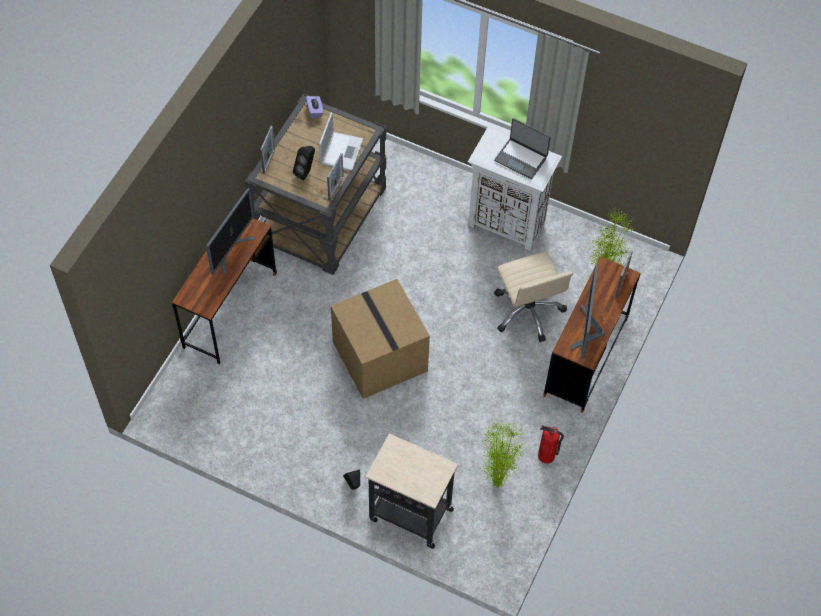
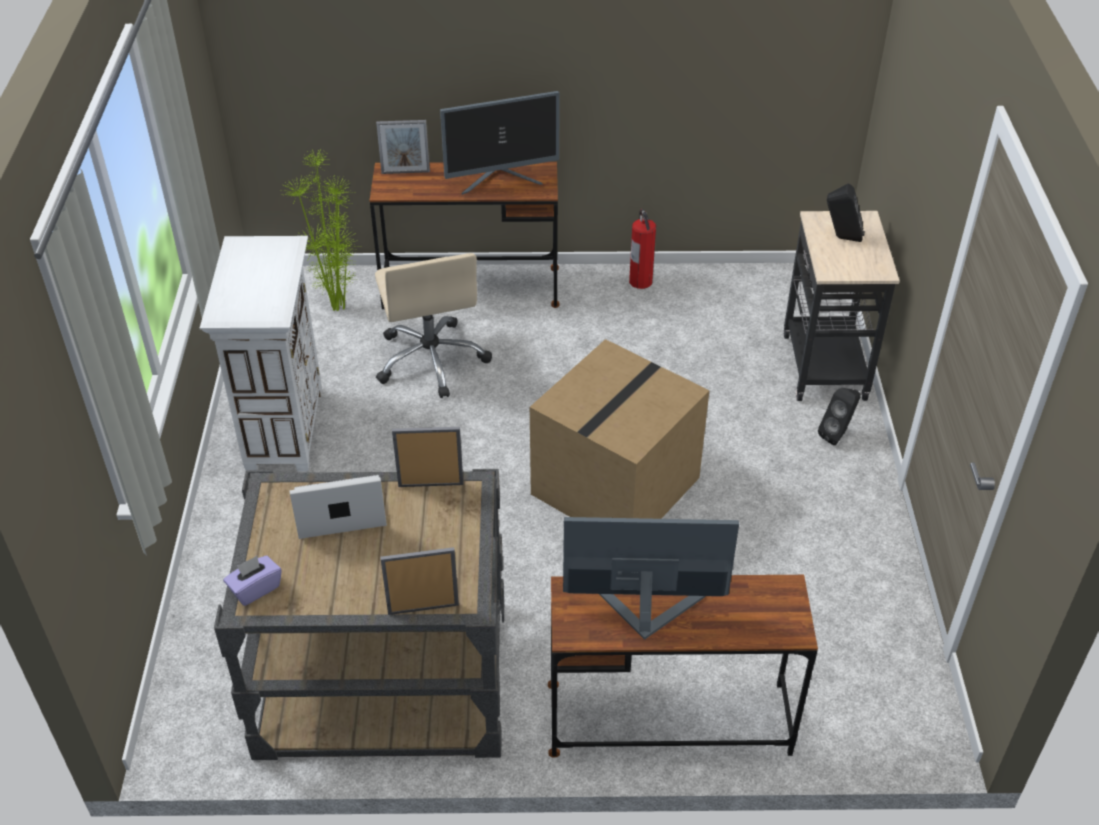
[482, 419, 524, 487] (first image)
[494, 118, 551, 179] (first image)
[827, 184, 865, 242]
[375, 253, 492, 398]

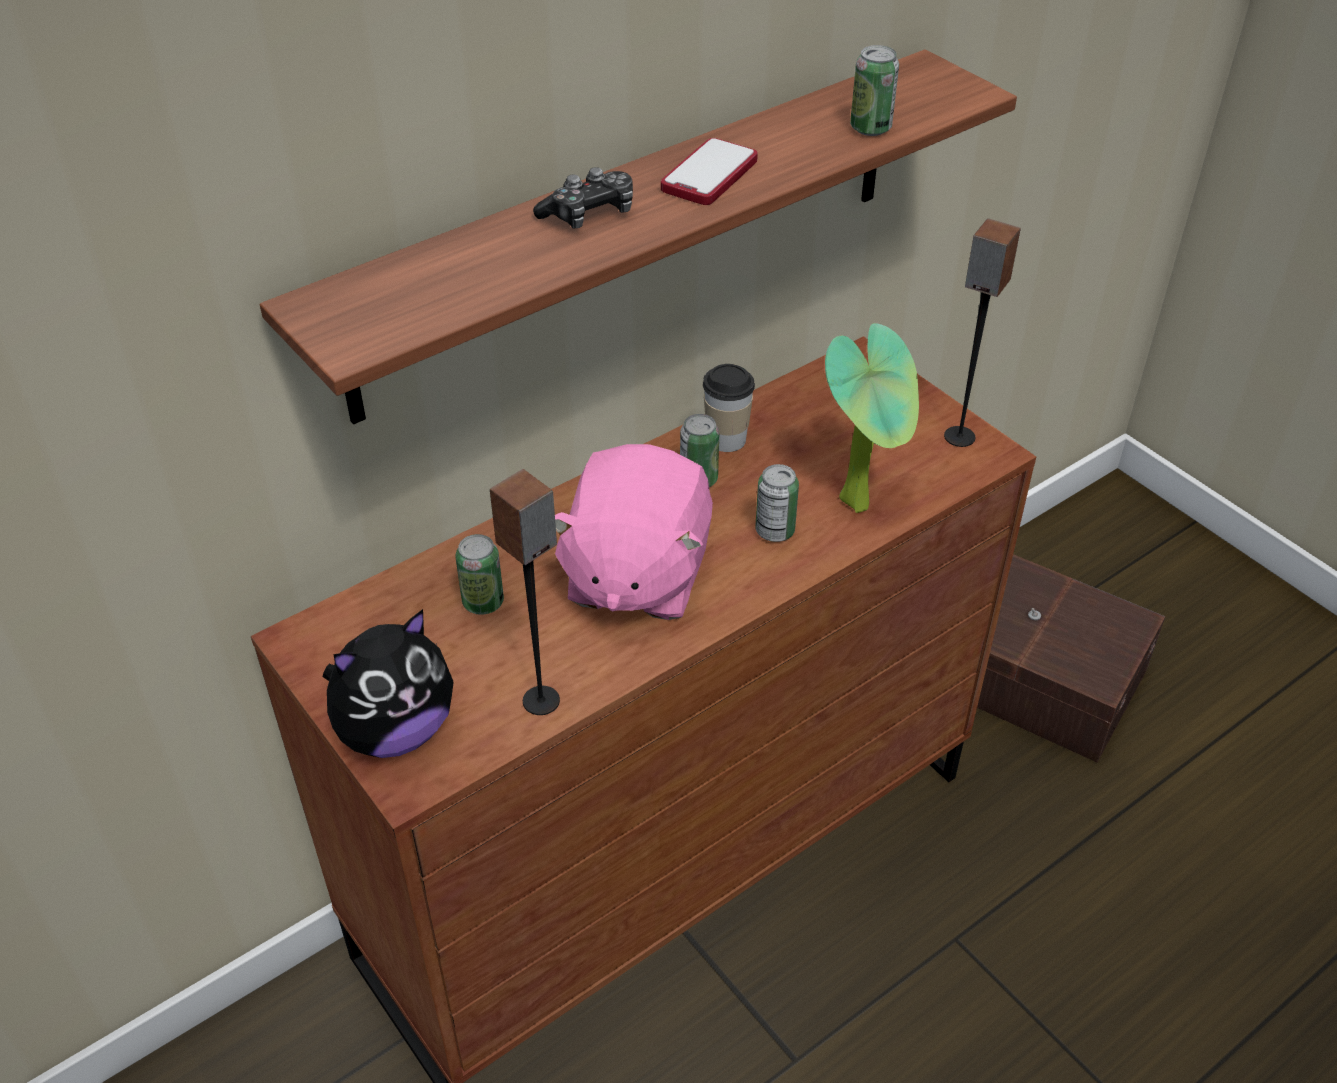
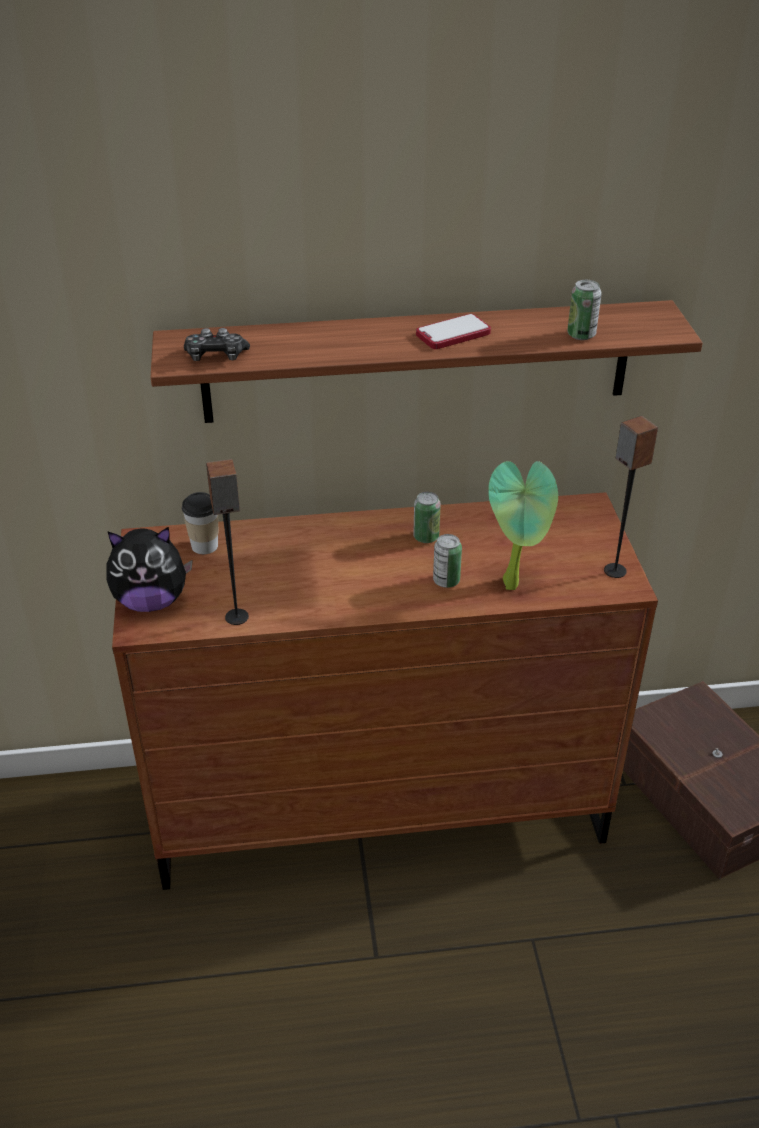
[456, 534, 504, 615] (first image)
[555, 444, 713, 620] (first image)
[184, 328, 250, 361]
[182, 492, 218, 554]

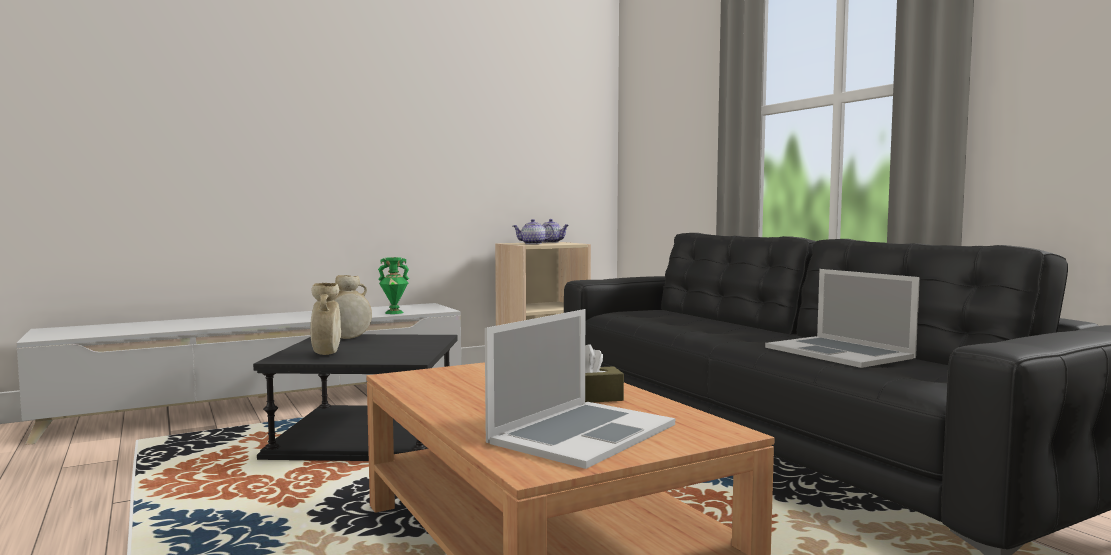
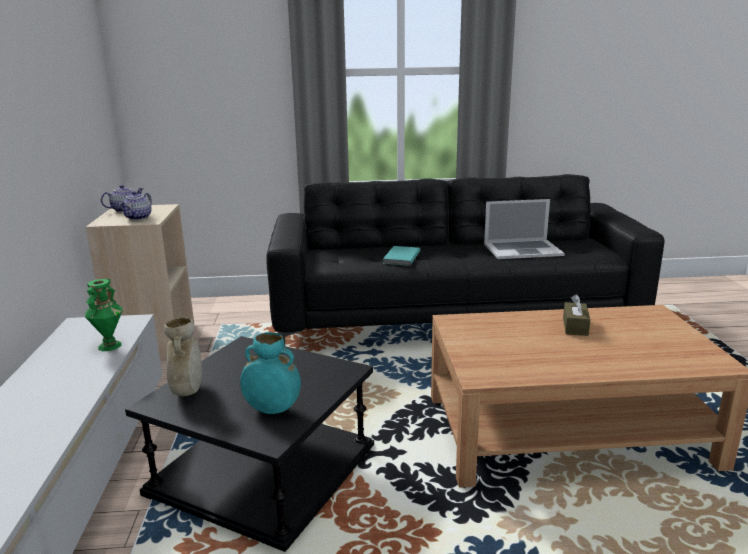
[485, 309, 675, 469] (first image)
[383, 246, 420, 266]
[240, 332, 301, 414]

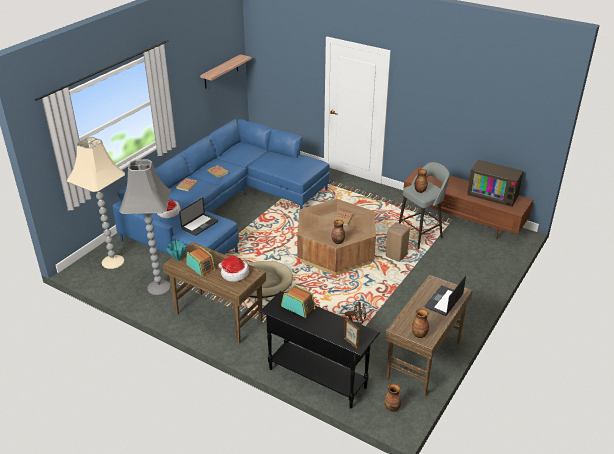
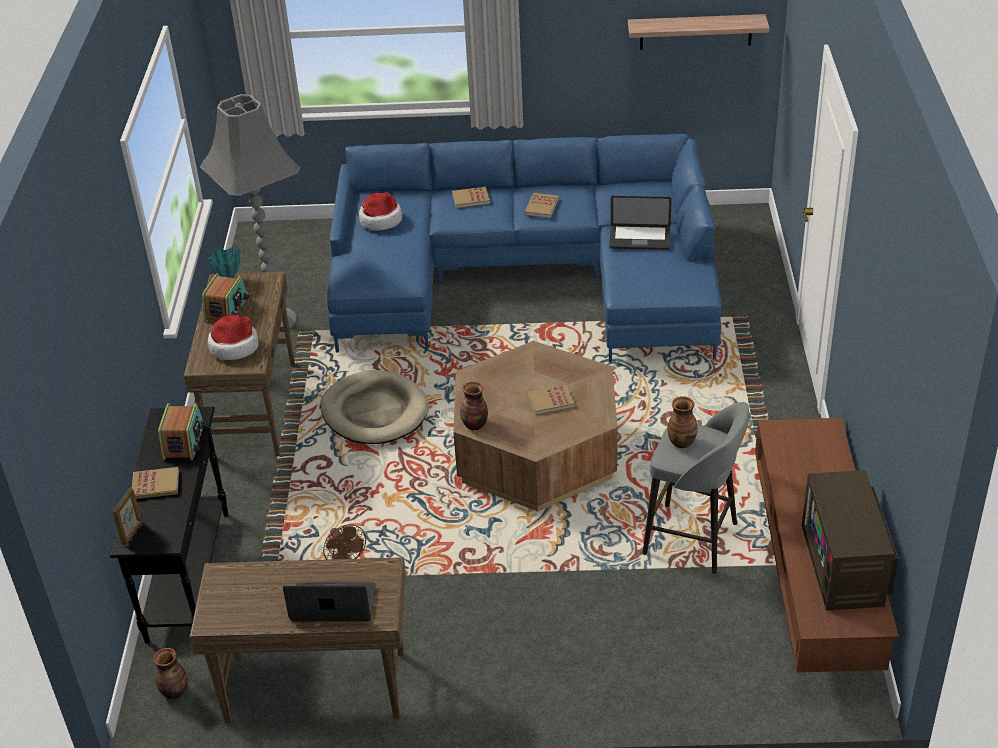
[67, 137, 125, 269] (first image)
[386, 222, 410, 262] (first image)
[412, 308, 429, 338] (first image)
[132, 467, 179, 499]
[609, 196, 672, 250]

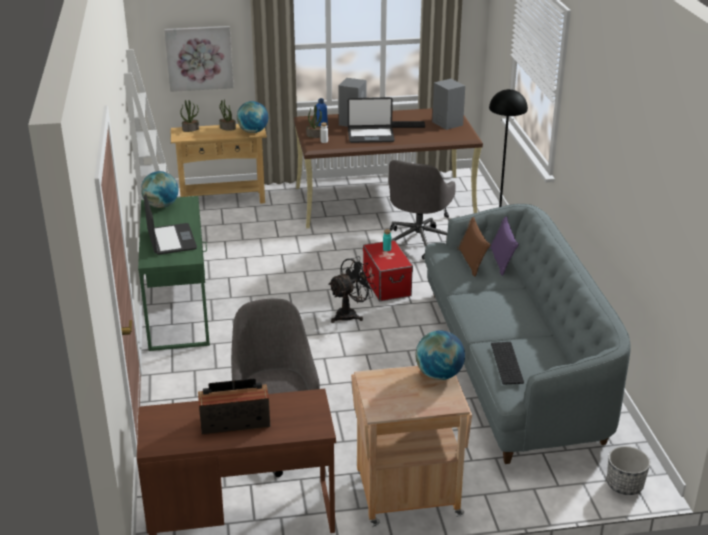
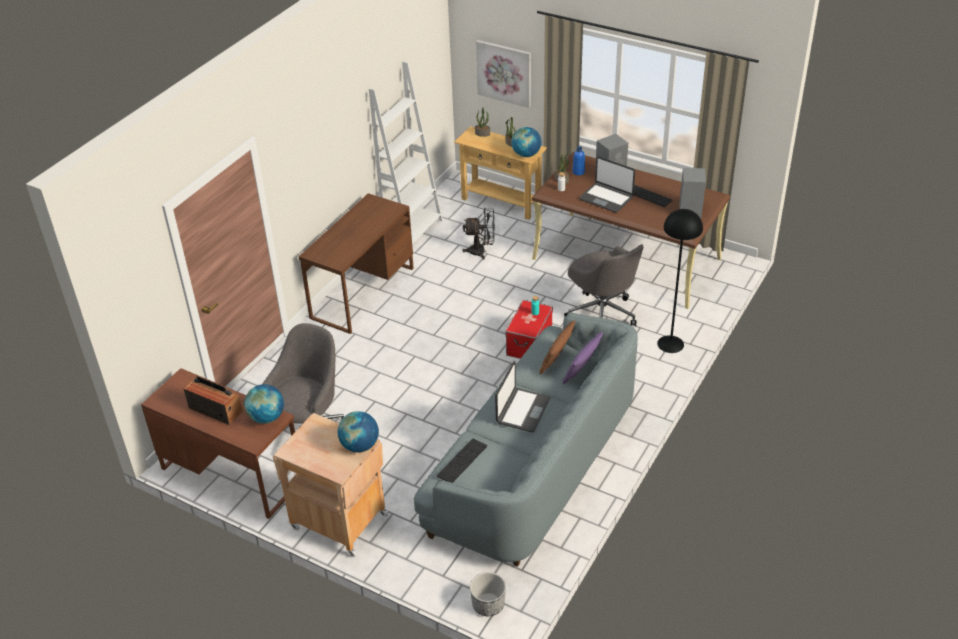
[244, 384, 284, 424]
[495, 361, 551, 432]
[462, 208, 494, 259]
[299, 193, 414, 334]
[564, 244, 643, 326]

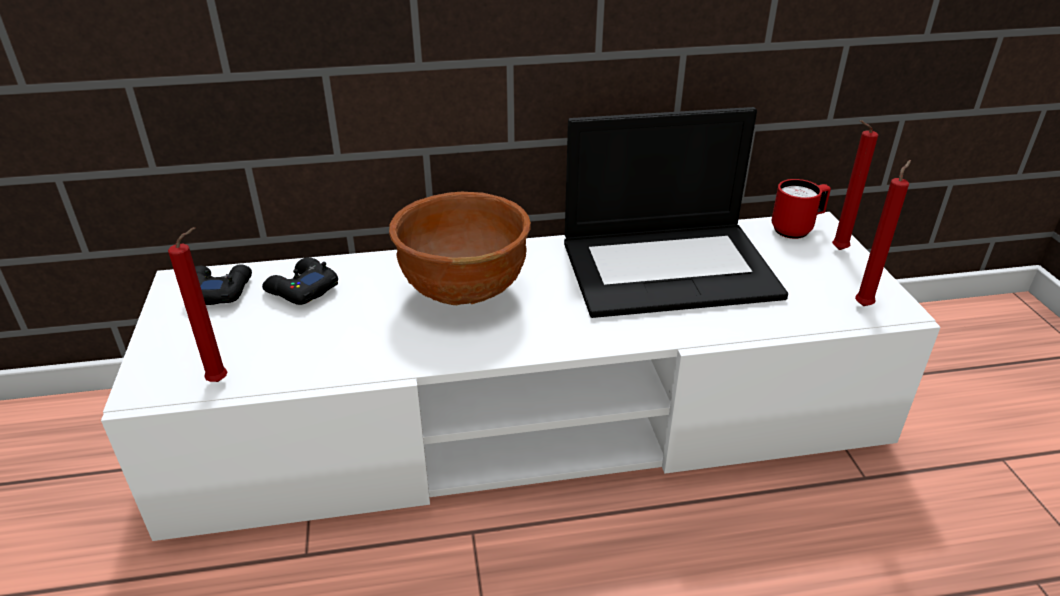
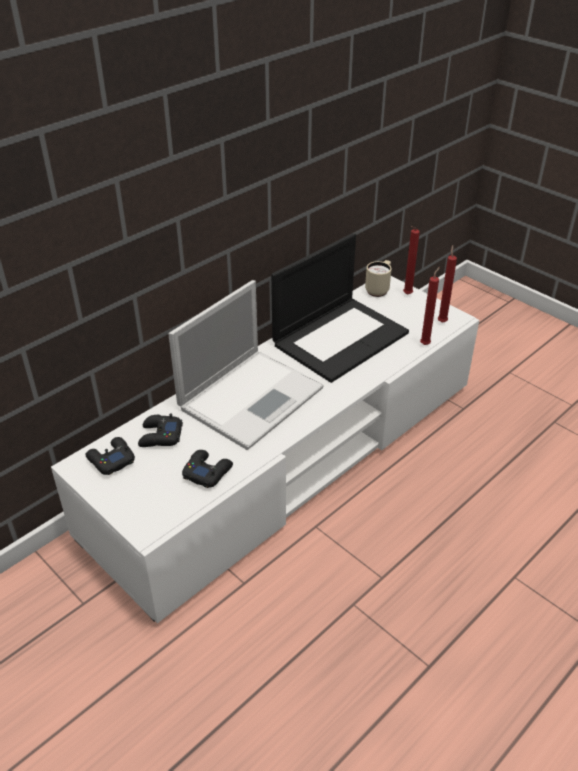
[182, 450, 233, 488]
[420, 267, 440, 345]
[168, 280, 324, 450]
[365, 260, 392, 297]

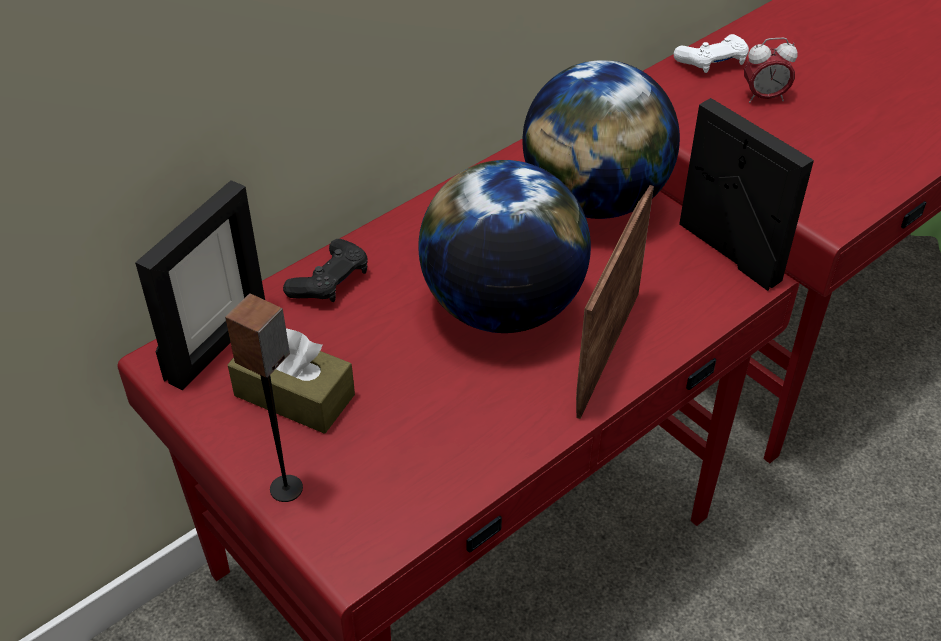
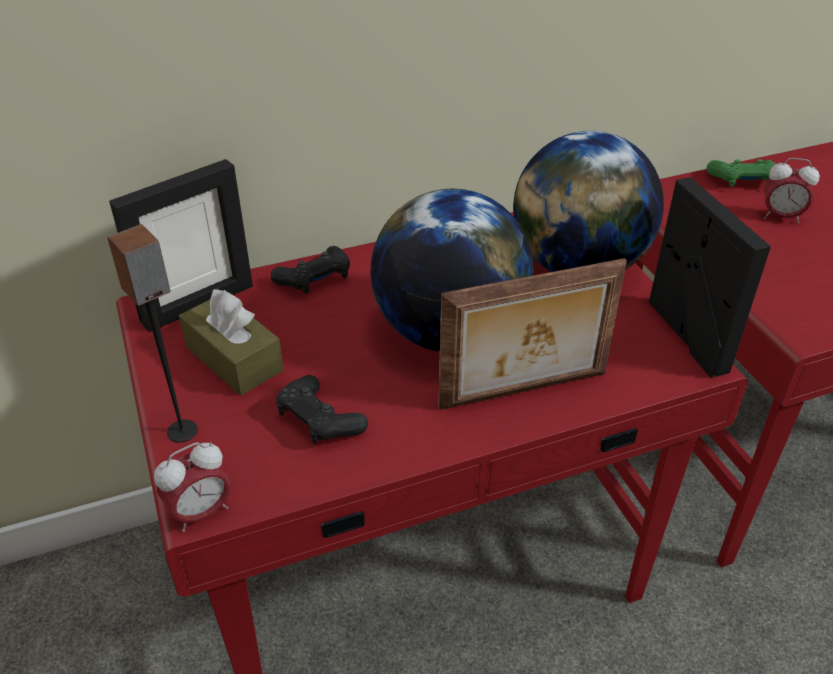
[154, 442, 231, 532]
[276, 375, 368, 444]
[707, 159, 776, 187]
[439, 258, 627, 410]

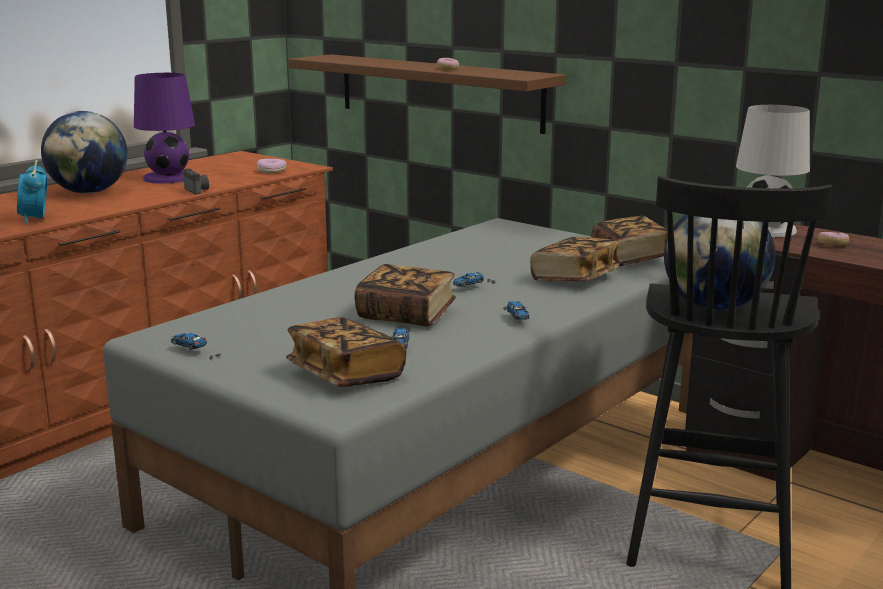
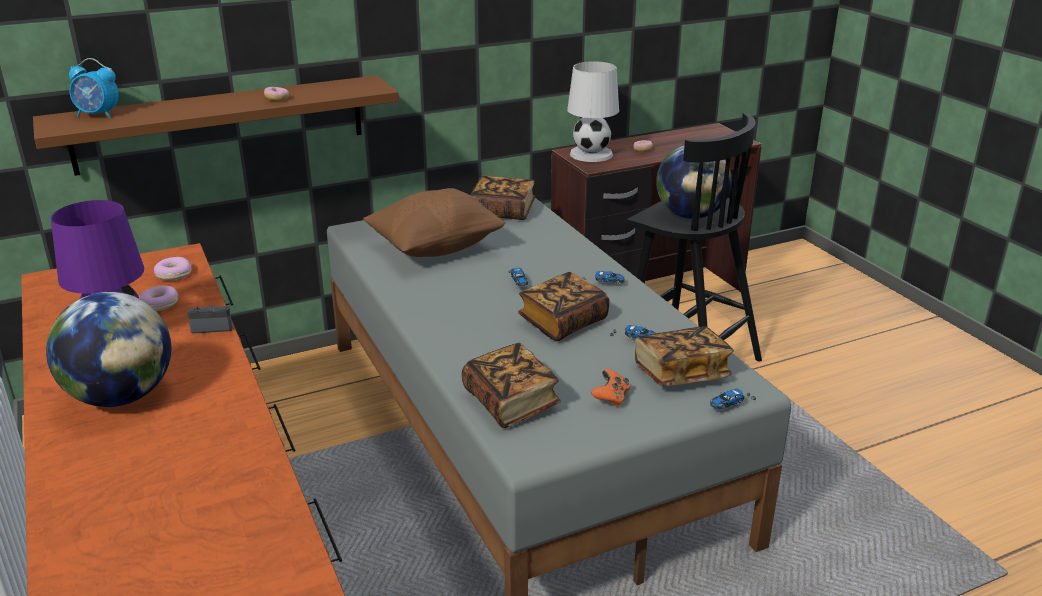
[139, 286, 178, 311]
[363, 188, 505, 257]
[591, 369, 630, 407]
[69, 58, 118, 118]
[710, 388, 756, 410]
[462, 343, 561, 428]

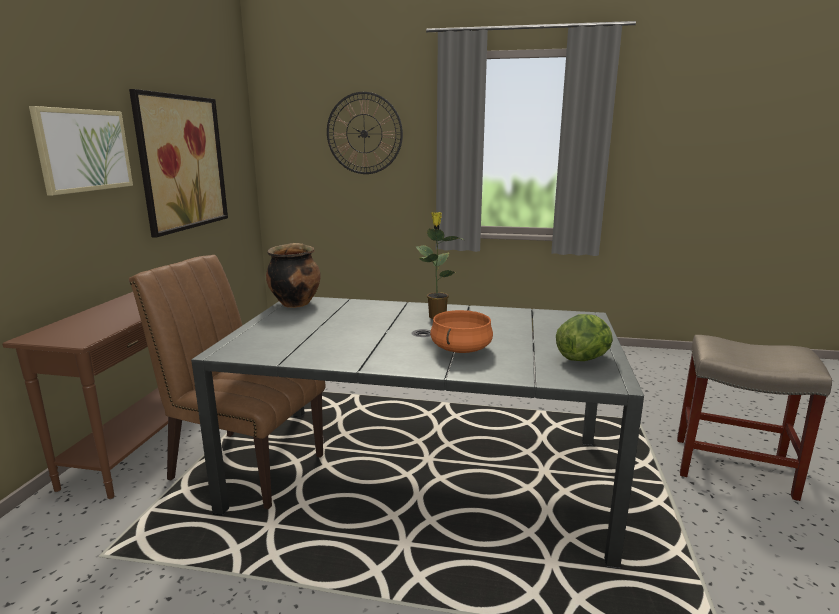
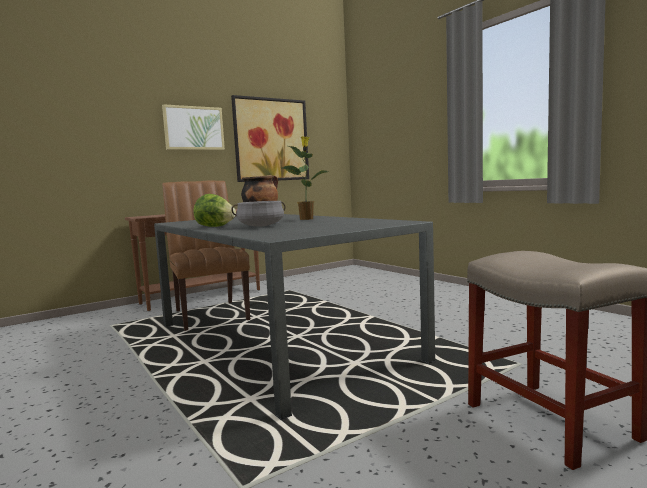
[327, 92, 403, 174] (first image)
[194, 194, 236, 227]
[231, 201, 286, 227]

